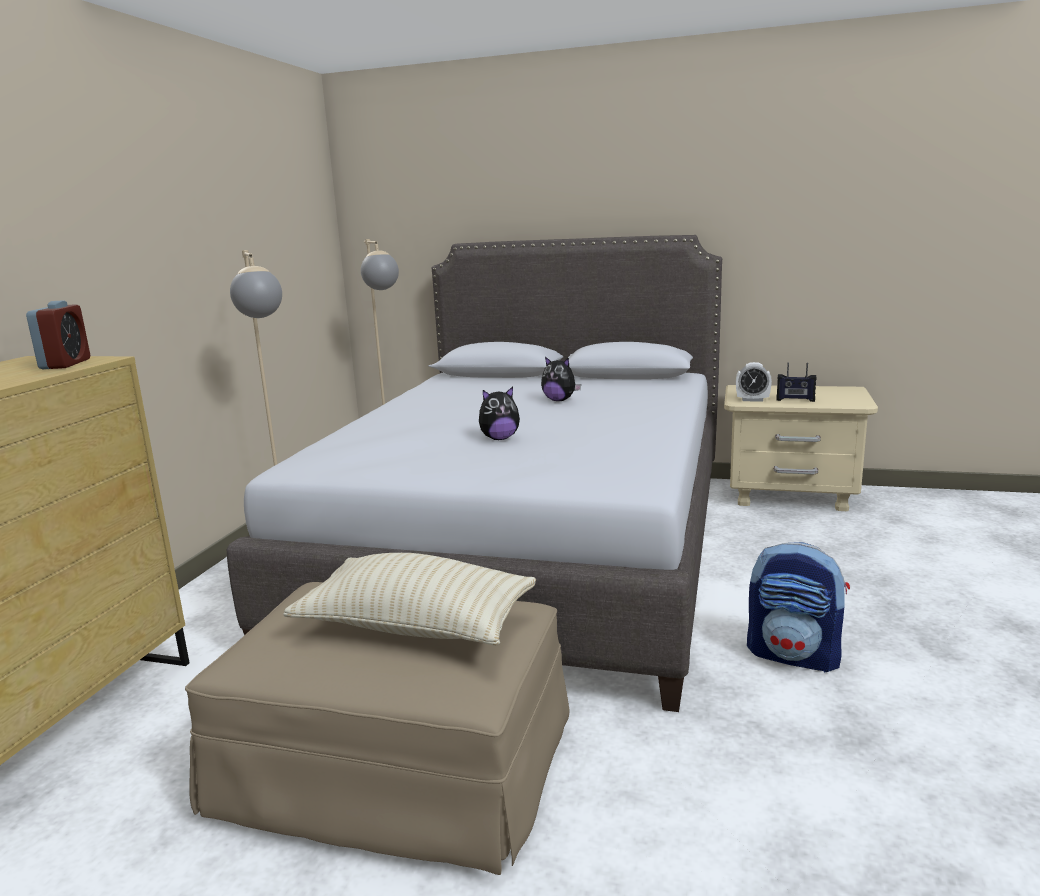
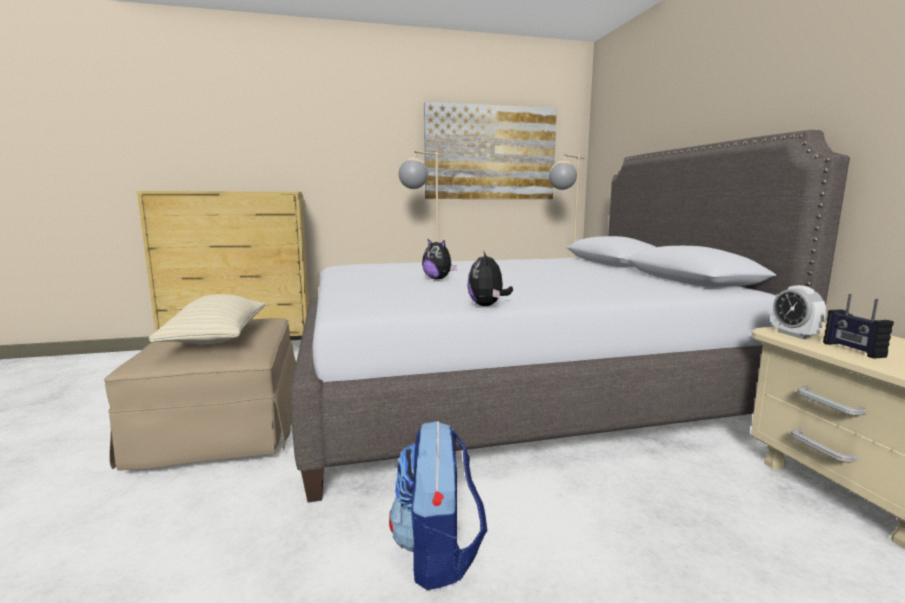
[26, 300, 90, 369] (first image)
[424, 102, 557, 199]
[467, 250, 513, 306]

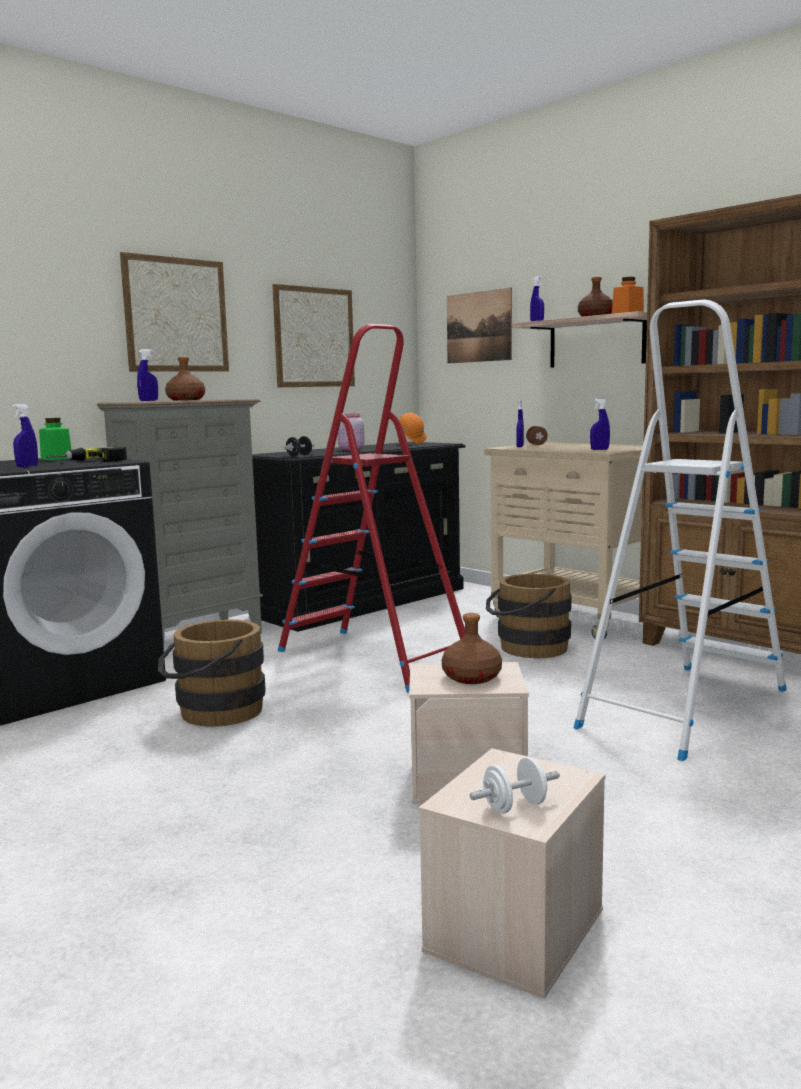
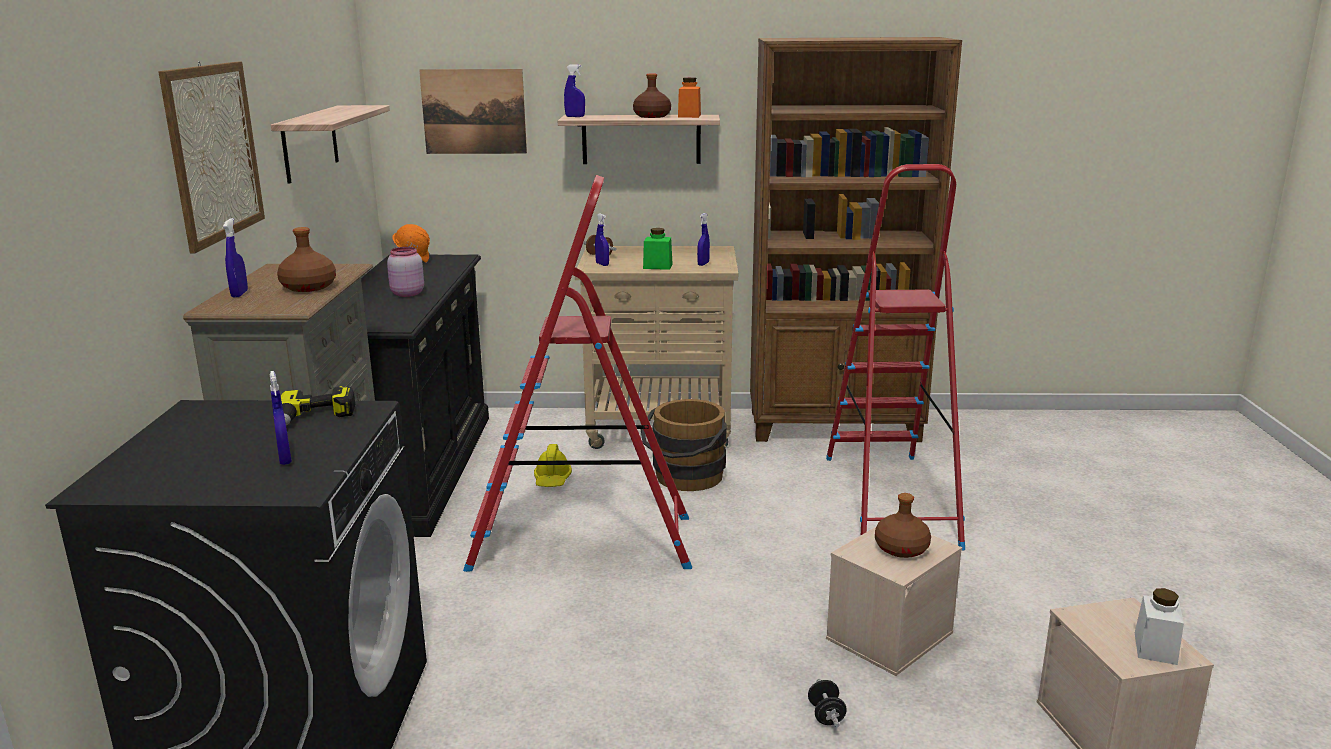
[158, 619, 266, 727] (first image)
[534, 444, 572, 487]
[643, 228, 673, 270]
[808, 679, 847, 727]
[271, 105, 390, 184]
[1135, 588, 1184, 665]
[826, 164, 965, 550]

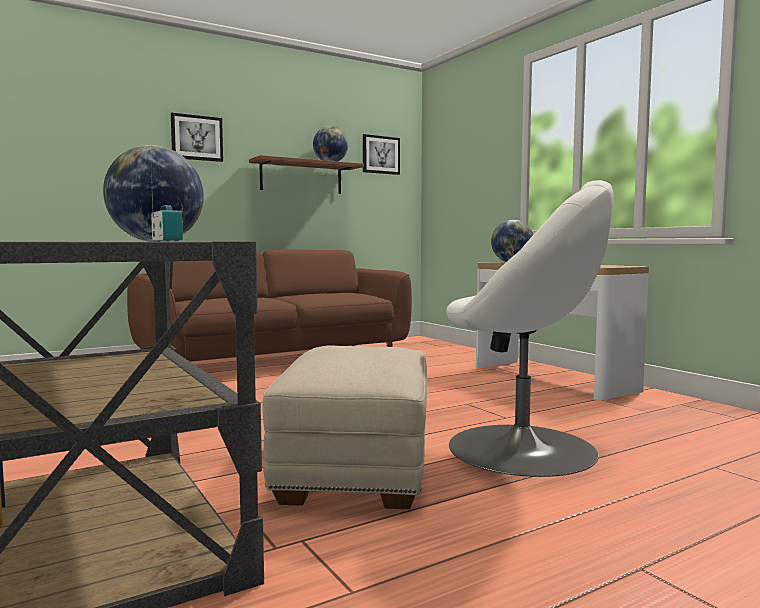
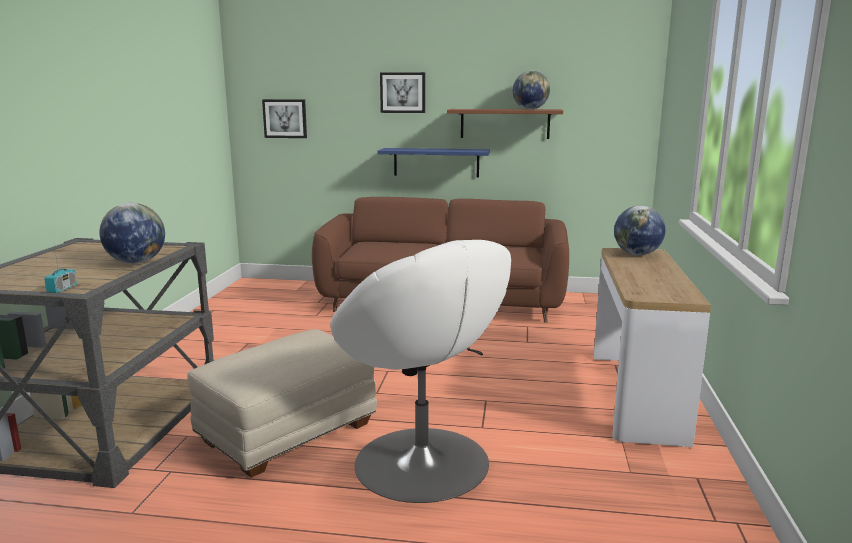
[378, 148, 490, 177]
[262, 99, 307, 138]

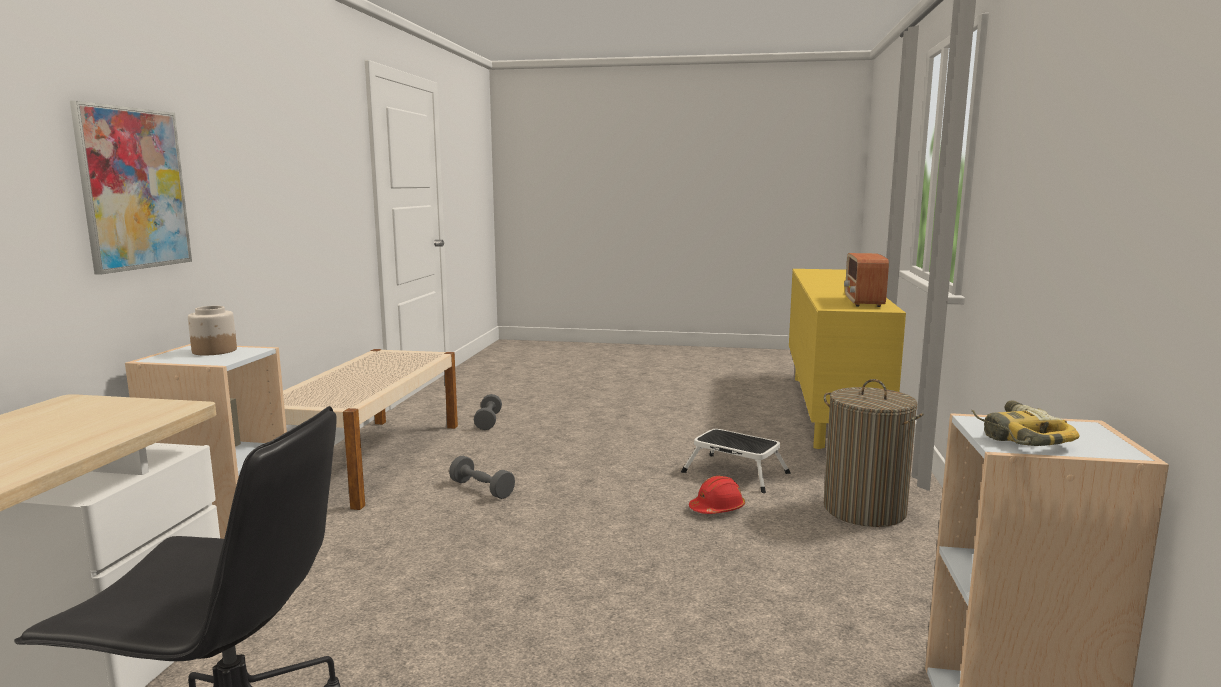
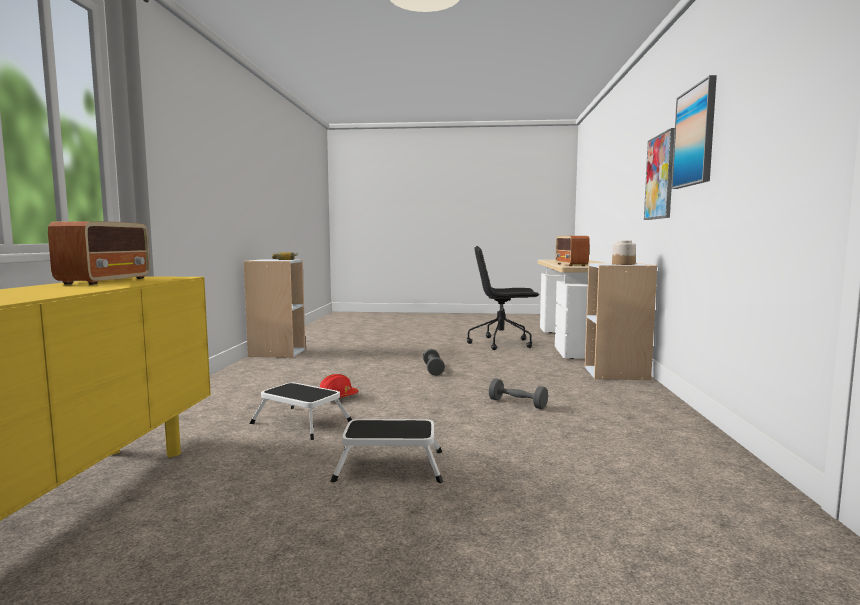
[283, 349, 458, 510] (first image)
[824, 379, 924, 527] (first image)
[330, 419, 443, 483]
[556, 236, 590, 266]
[671, 75, 717, 189]
[423, 349, 445, 376]

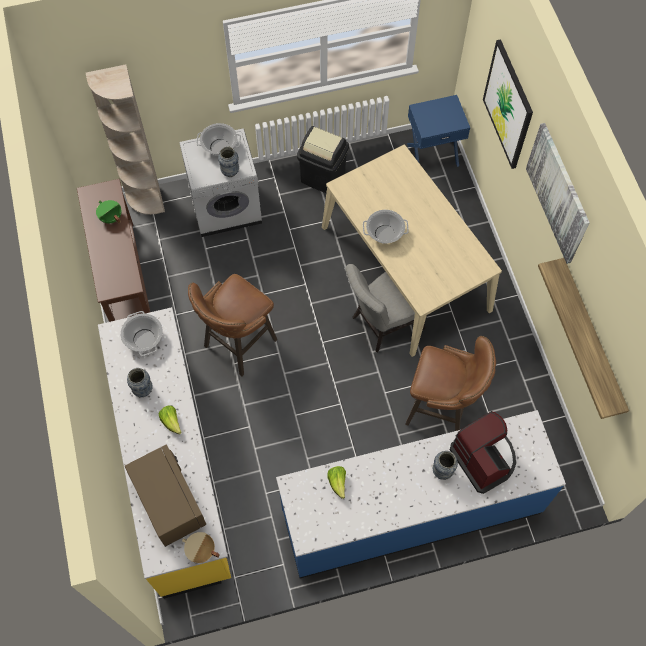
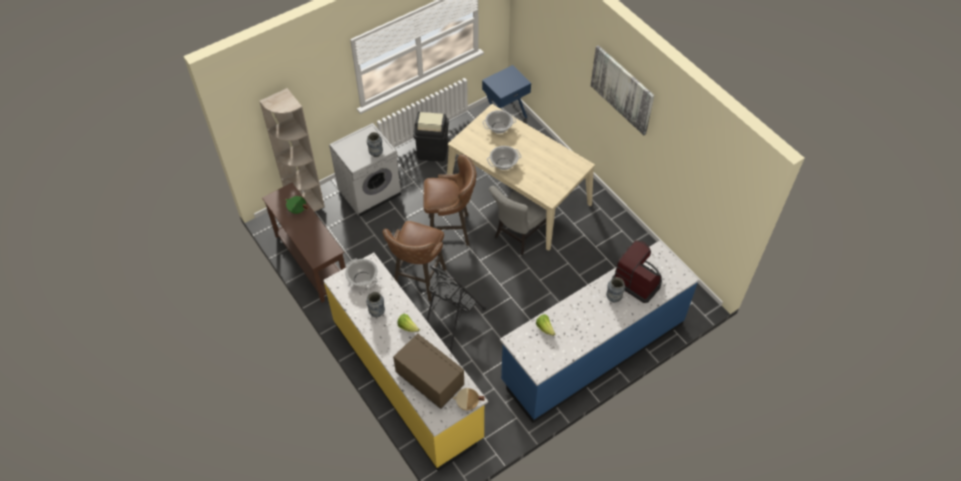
[483, 39, 533, 169] (first image)
[538, 258, 629, 419] (first image)
[426, 265, 486, 353]
[483, 110, 516, 134]
[424, 154, 477, 246]

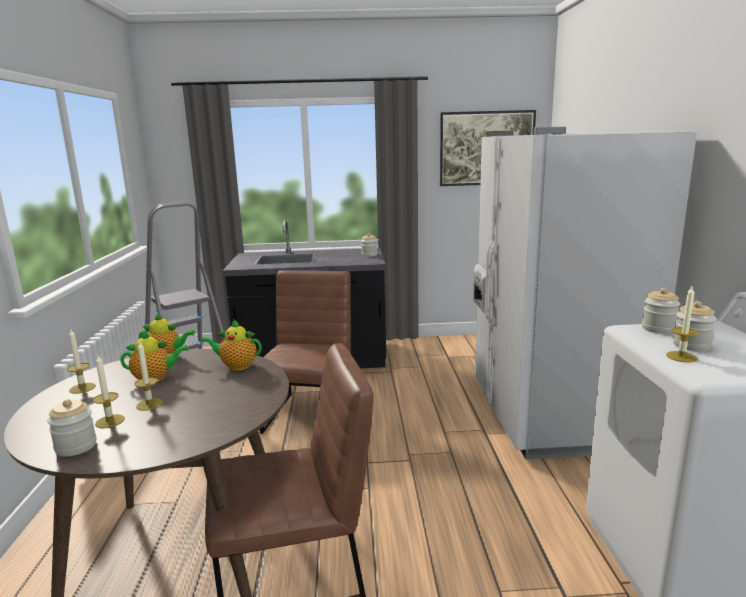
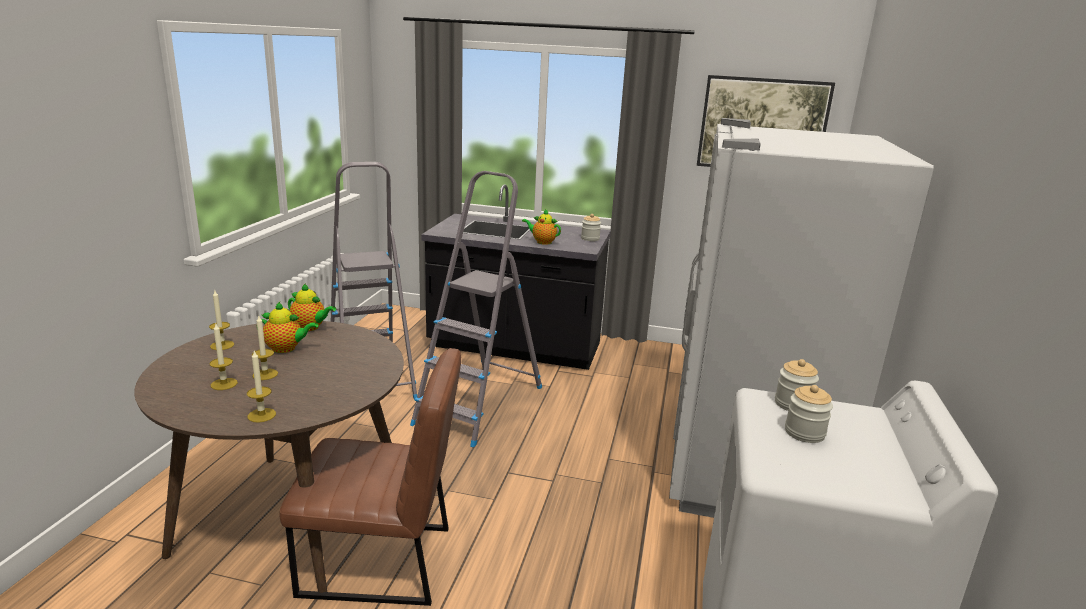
[47, 399, 97, 456] (first image)
[522, 209, 561, 245]
[247, 351, 276, 422]
[410, 171, 542, 447]

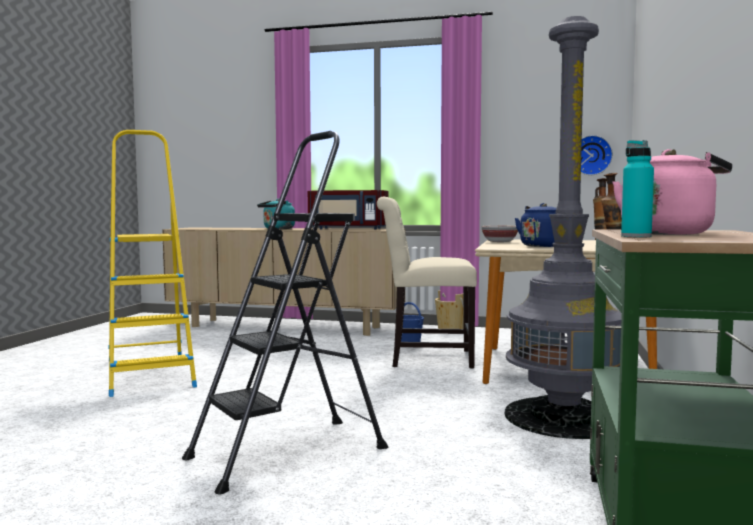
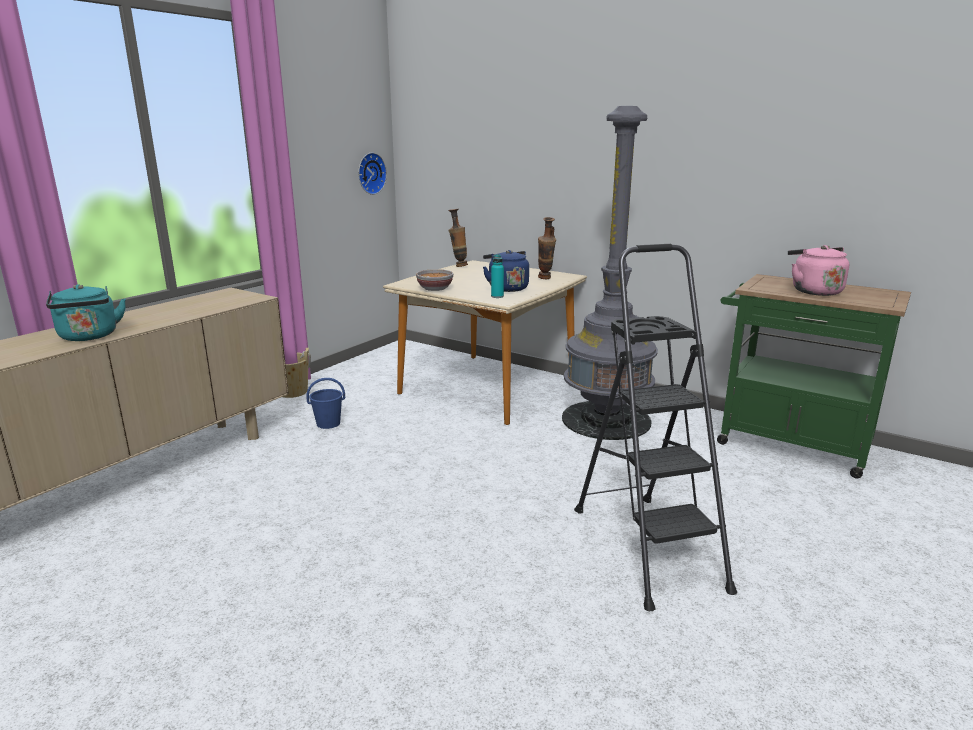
[108, 130, 197, 397] (first image)
[308, 190, 389, 230] (first image)
[377, 197, 477, 369] (first image)
[491, 254, 504, 298]

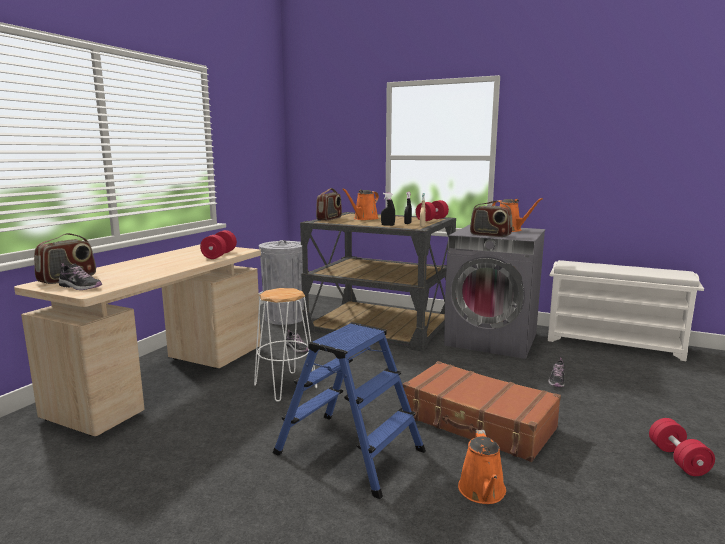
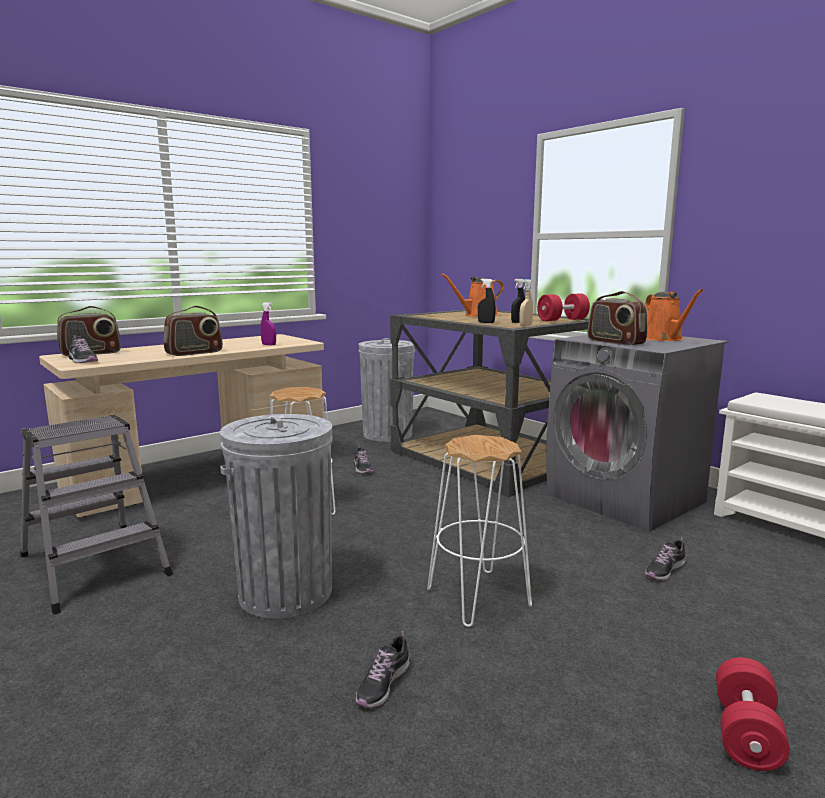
[20, 414, 173, 615]
[164, 306, 223, 356]
[261, 302, 276, 346]
[220, 414, 333, 619]
[427, 435, 532, 627]
[356, 631, 410, 708]

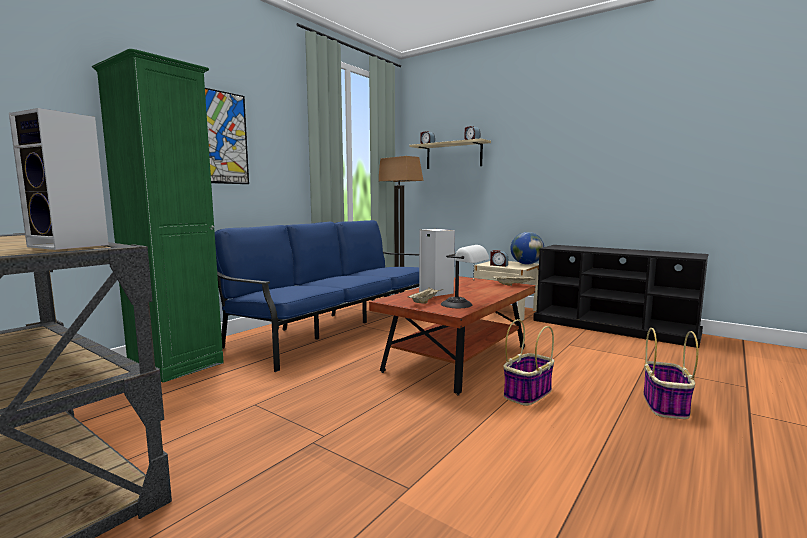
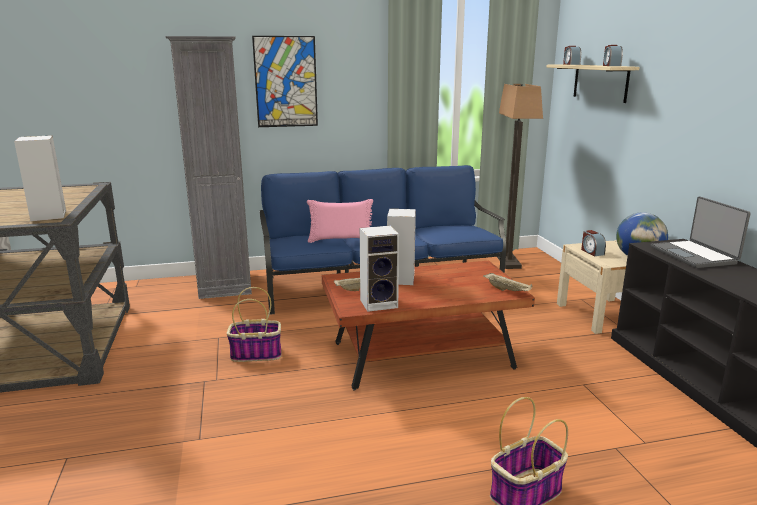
[307, 199, 373, 243]
[651, 197, 751, 268]
[227, 287, 282, 362]
[360, 226, 399, 312]
[165, 36, 252, 299]

